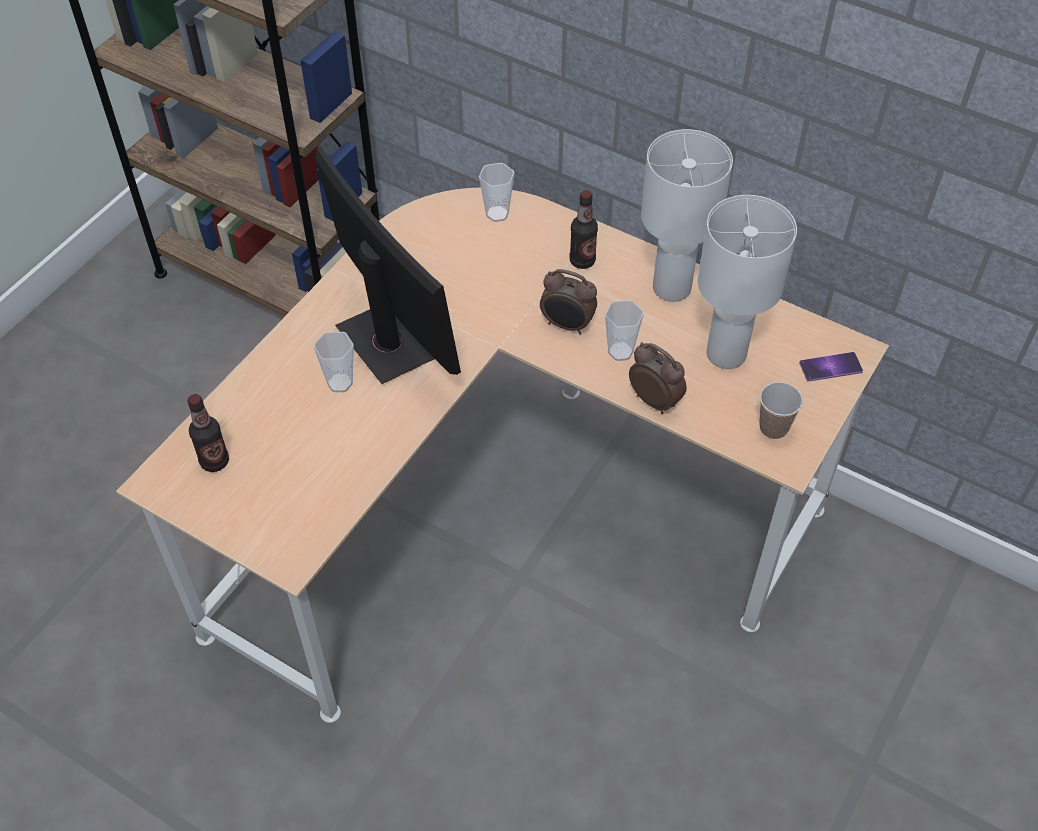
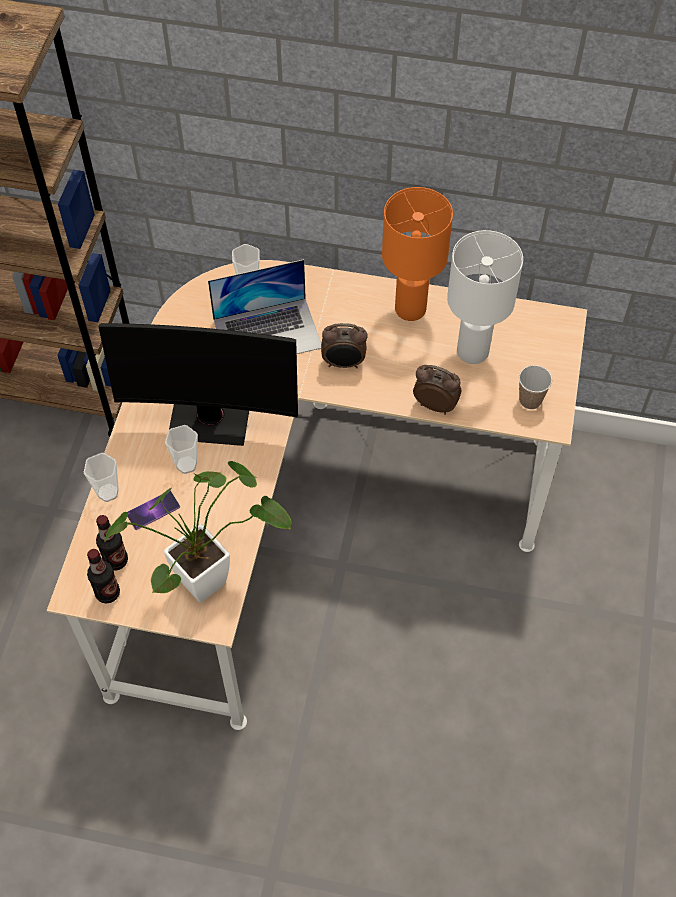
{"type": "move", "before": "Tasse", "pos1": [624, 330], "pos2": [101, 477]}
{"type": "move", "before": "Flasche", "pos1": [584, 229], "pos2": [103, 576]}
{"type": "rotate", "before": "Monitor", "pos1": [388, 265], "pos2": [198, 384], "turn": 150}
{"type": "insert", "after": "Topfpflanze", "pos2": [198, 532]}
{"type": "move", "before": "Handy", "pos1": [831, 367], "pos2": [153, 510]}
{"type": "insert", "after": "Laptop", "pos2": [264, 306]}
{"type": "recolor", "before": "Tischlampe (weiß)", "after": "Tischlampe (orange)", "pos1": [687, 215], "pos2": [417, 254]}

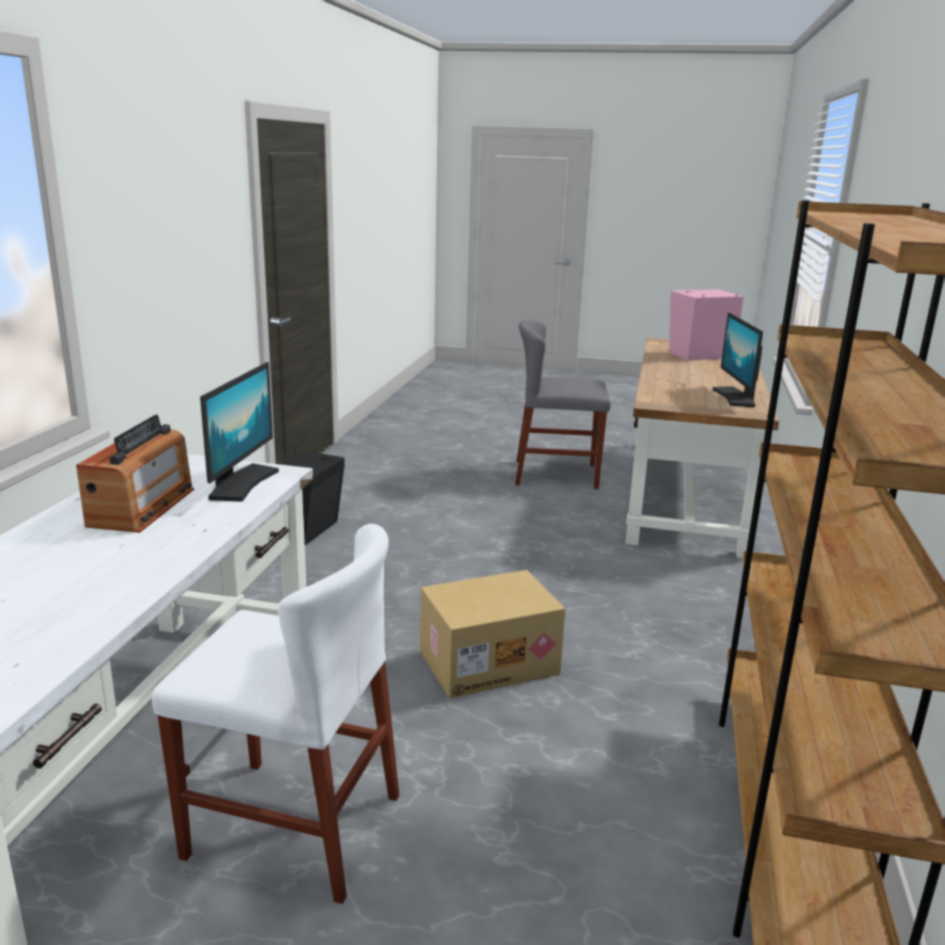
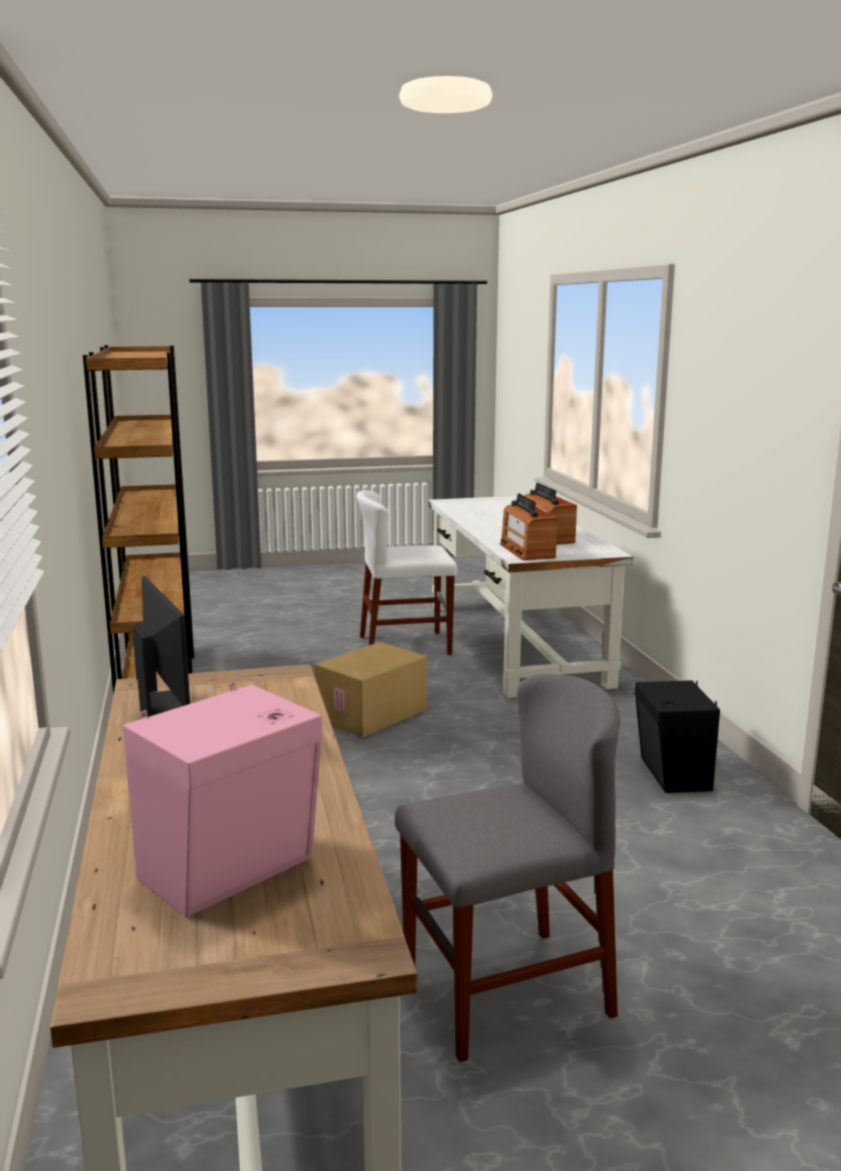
{"type": "replace", "before": "Monitor", "after": "Radio", "pos1": [239, 432], "pos2": [528, 526]}

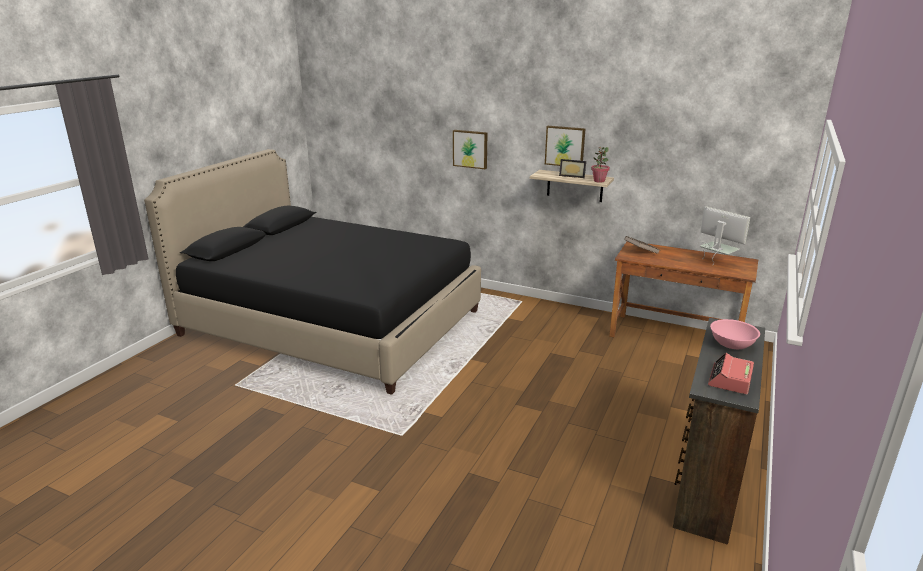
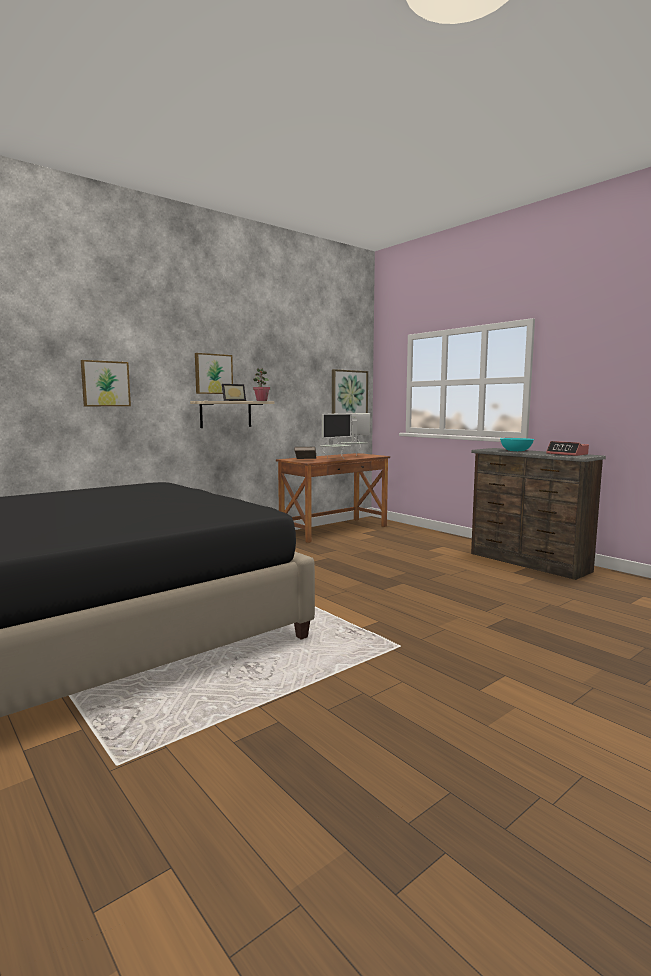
{"type": "insert", "after": "Monitor", "pos2": [335, 436]}
{"type": "insert", "after": "Bild", "pos2": [350, 391]}
{"type": "recolor", "before": "Schüssel (rosa)", "after": "Schüssel (türkis)", "pos1": [735, 334], "pos2": [517, 444]}

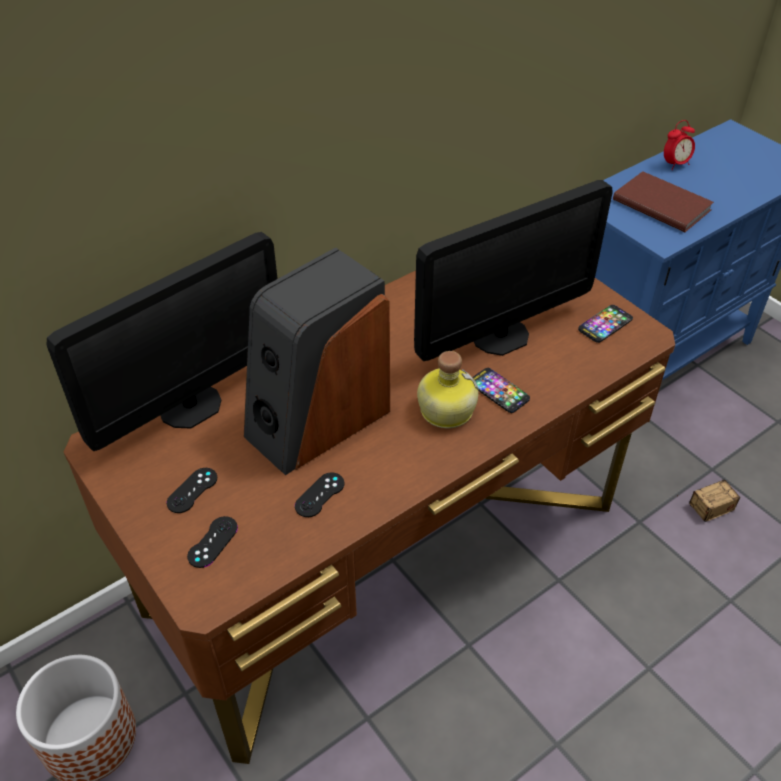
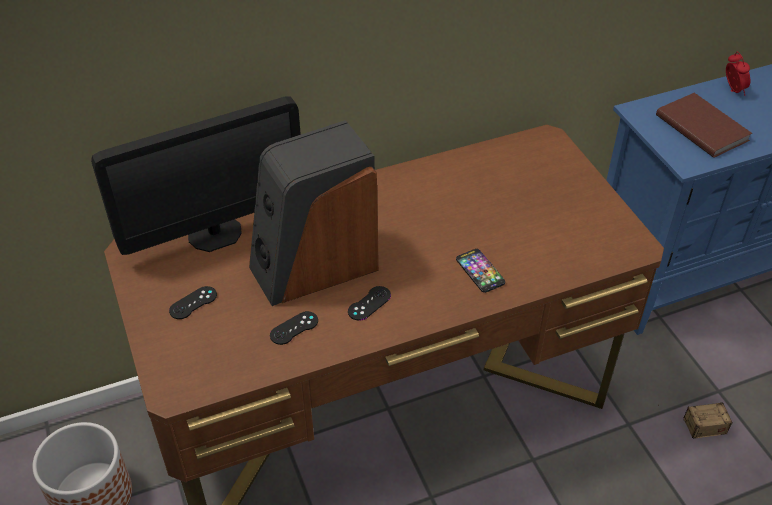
{"type": "move", "before": "Gamepad (schwarz)", "pos1": [212, 542], "pos2": [369, 303]}
{"type": "rotate", "before": "Wecker", "pos1": [679, 145], "pos2": [738, 74], "turn": -90}
{"type": "delete", "before": "Monitor", "pos1": [513, 270]}
{"type": "delete", "before": "Flasche", "pos1": [448, 389]}
{"type": "delete", "before": "Handy", "pos1": [605, 324]}

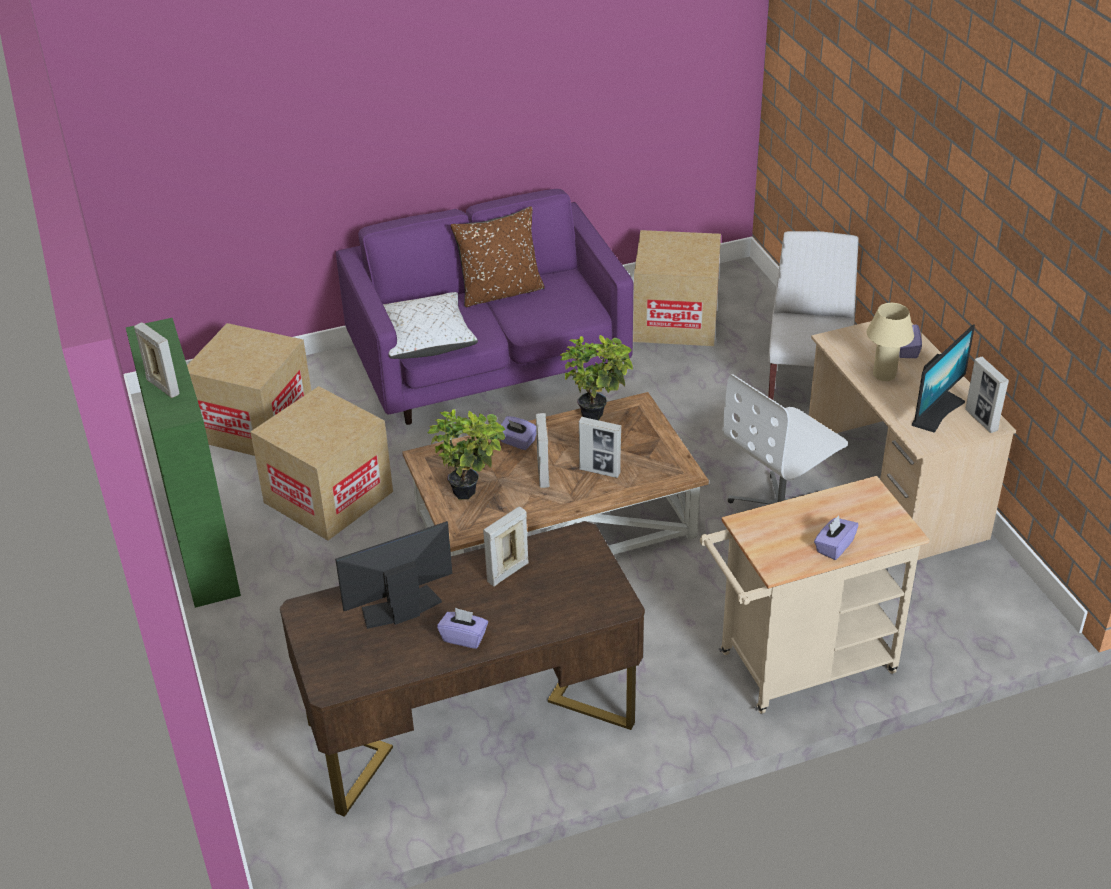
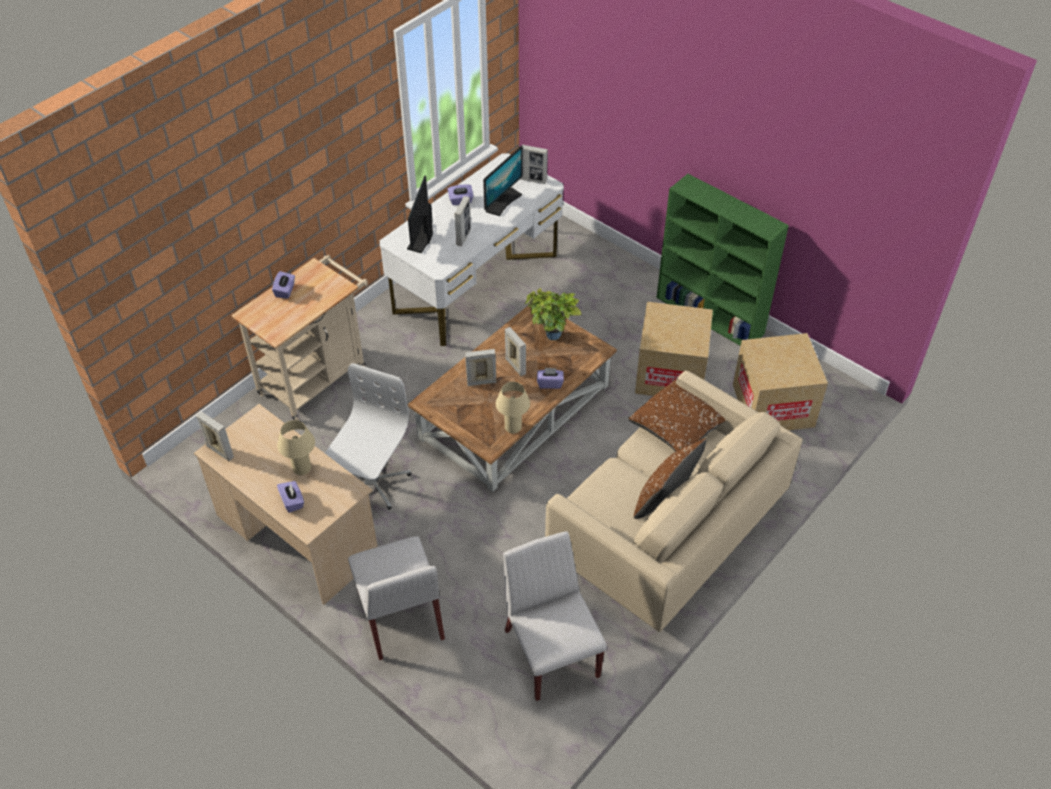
{"type": "recolor", "before": "Schreibtisch (braun)", "after": "Schreibtisch (weiß)", "pos1": [462, 669], "pos2": [472, 249]}
{"type": "move", "before": "Monitor", "pos1": [943, 378], "pos2": [420, 214]}
{"type": "replace", "before": "Topfpflanze", "after": "Tischlampe (beige)", "pos1": [596, 377], "pos2": [513, 407]}
{"type": "replace", "before": "Karton", "after": "Stuhl (weiß)", "pos1": [677, 288], "pos2": [555, 616]}
{"type": "move", "before": "Bilderrahmen", "pos1": [156, 360], "pos2": [534, 164]}
{"type": "recolor", "before": "Sofa (lila)", "after": "Sofa (beige)", "pos1": [484, 307], "pos2": [674, 501]}
{"type": "recolor", "before": "Kissen (weiß)", "after": "Kissen (braun)", "pos1": [430, 325], "pos2": [676, 416]}

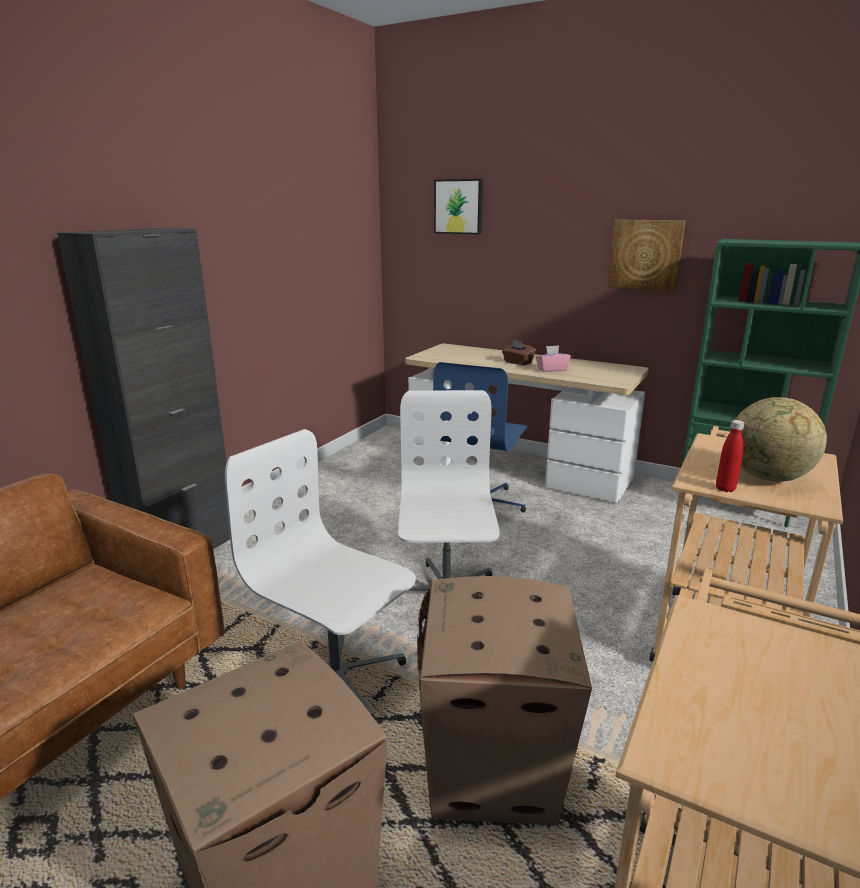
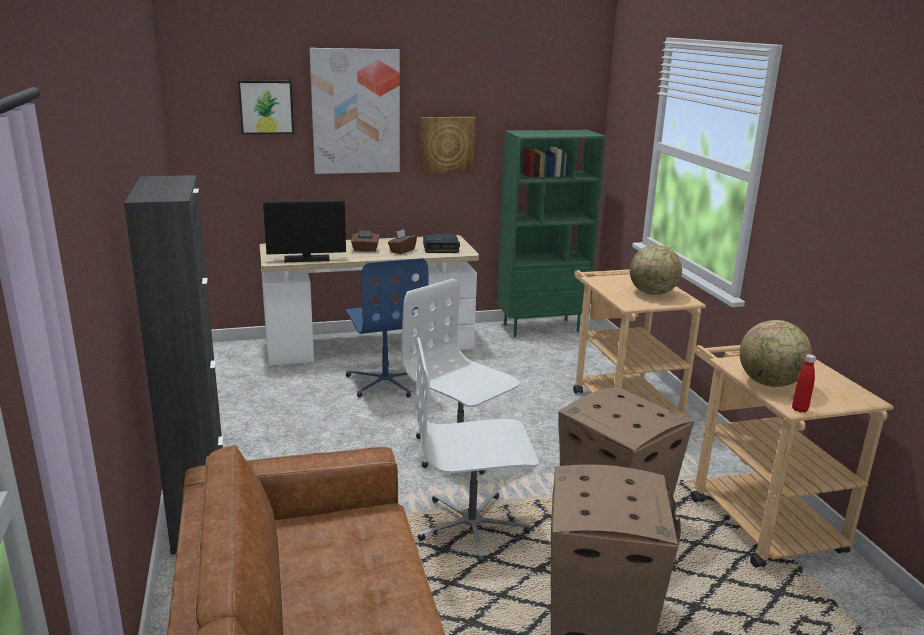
{"type": "insert", "after": "Monitor", "pos2": [304, 231]}
{"type": "insert", "after": "Bild", "pos2": [354, 111]}
{"type": "recolor", "before": "Taschentuchbox (rosa)", "after": "Taschentuchbox (braun)", "pos1": [553, 358], "pos2": [402, 241]}
{"type": "insert", "after": "Wecker", "pos2": [441, 243]}
{"type": "insert", "after": "Globus", "pos2": [775, 353]}
{"type": "move", "before": "Flasche (rot)", "pos1": [730, 456], "pos2": [804, 383]}

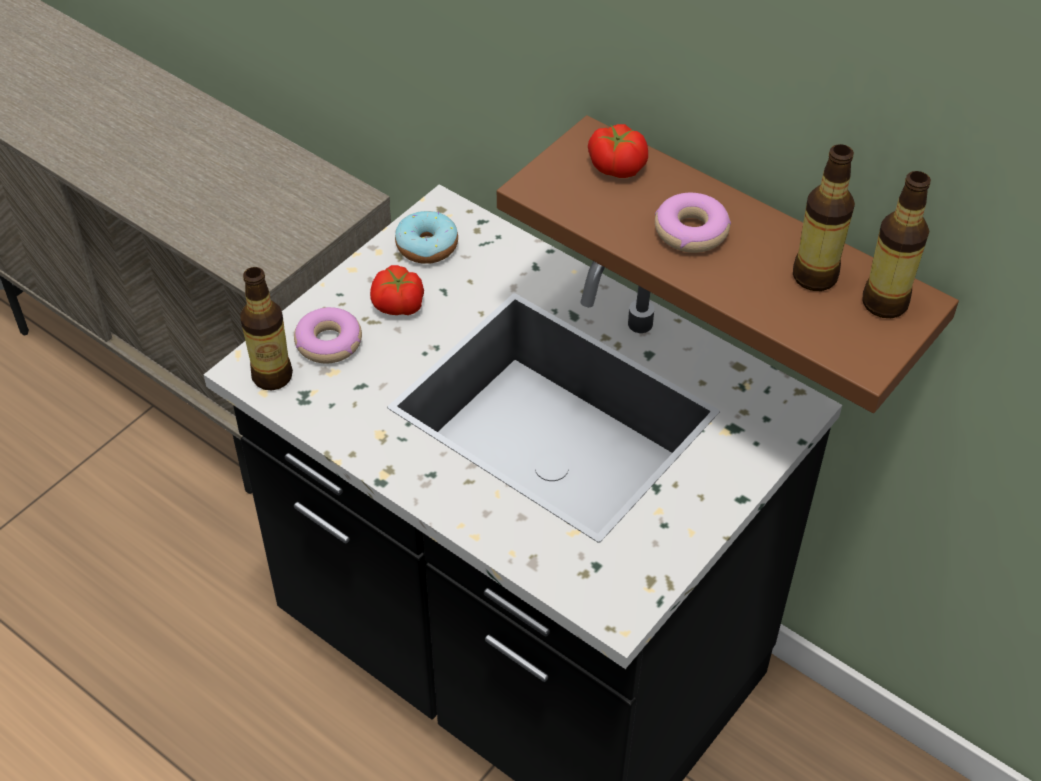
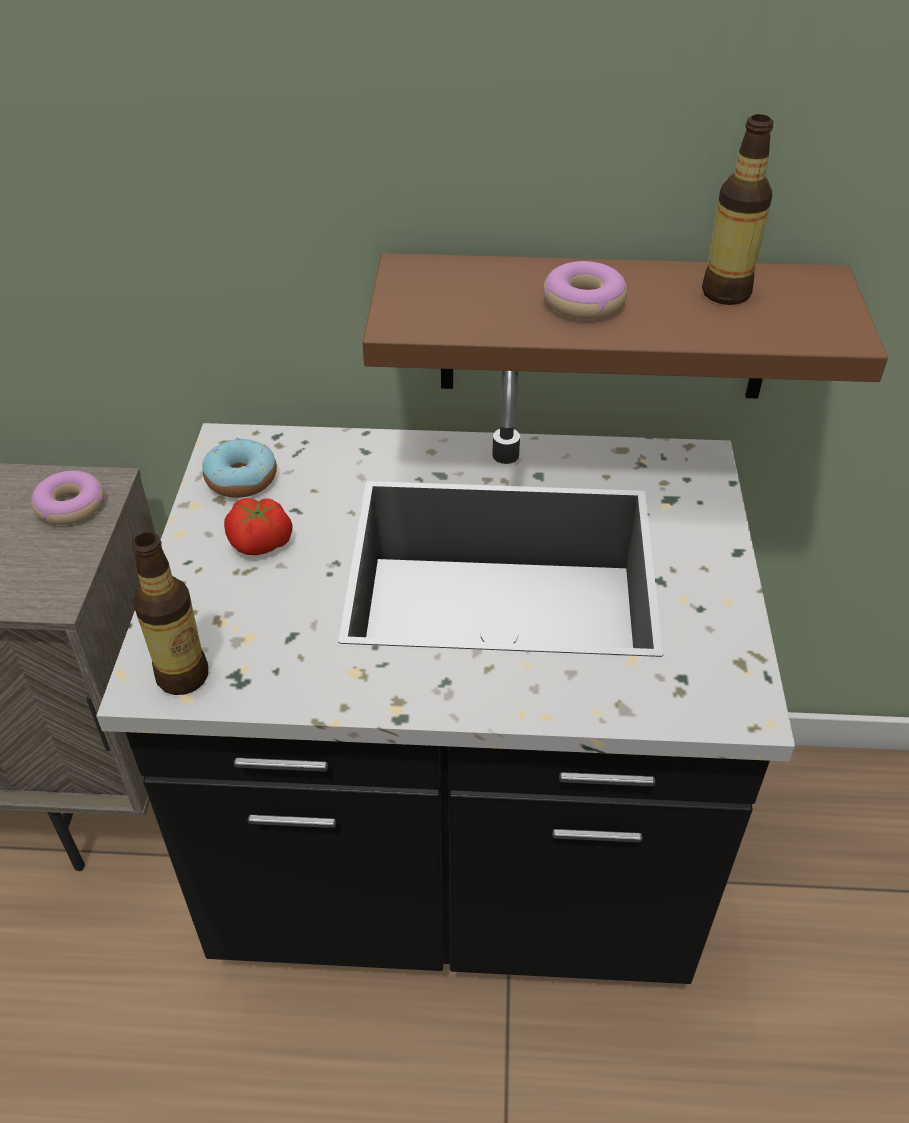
{"type": "move", "before": "Donut", "pos1": [328, 335], "pos2": [67, 498]}
{"type": "delete", "before": "Tomate", "pos1": [618, 151]}
{"type": "delete", "before": "Flasche", "pos1": [896, 244]}

